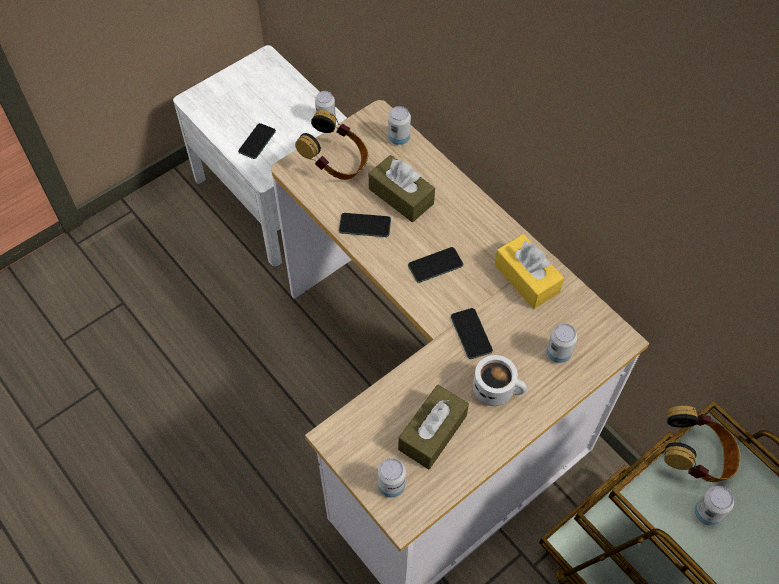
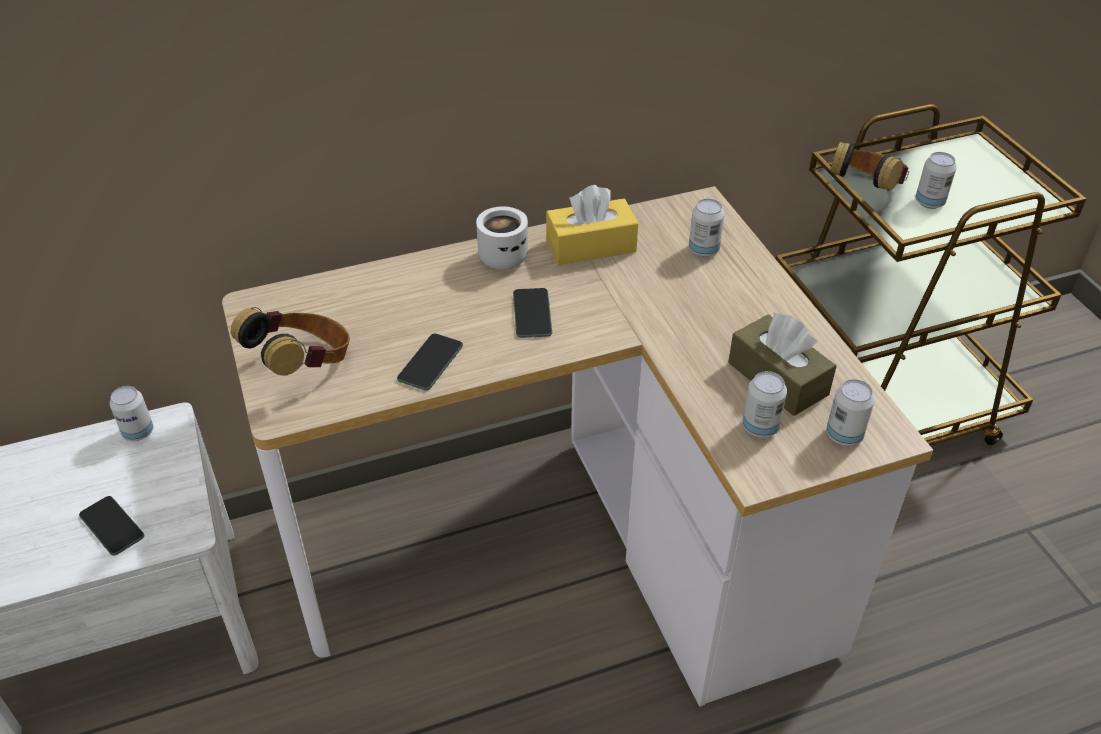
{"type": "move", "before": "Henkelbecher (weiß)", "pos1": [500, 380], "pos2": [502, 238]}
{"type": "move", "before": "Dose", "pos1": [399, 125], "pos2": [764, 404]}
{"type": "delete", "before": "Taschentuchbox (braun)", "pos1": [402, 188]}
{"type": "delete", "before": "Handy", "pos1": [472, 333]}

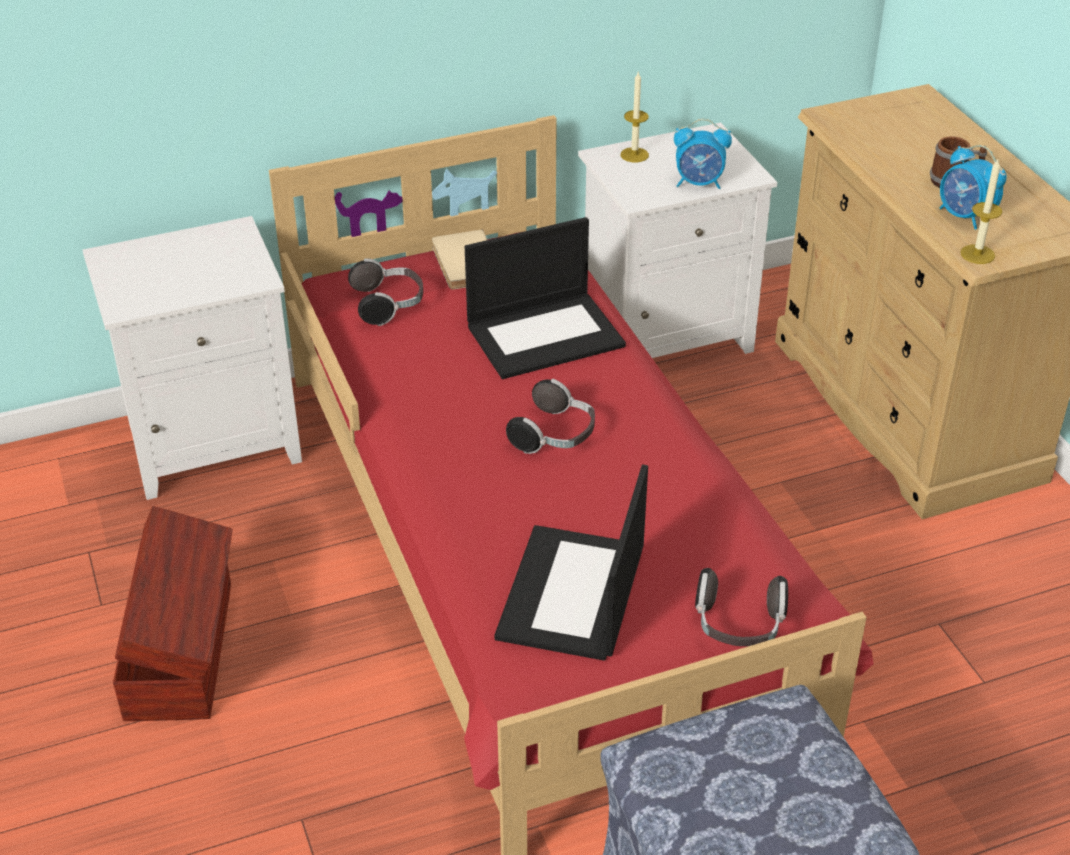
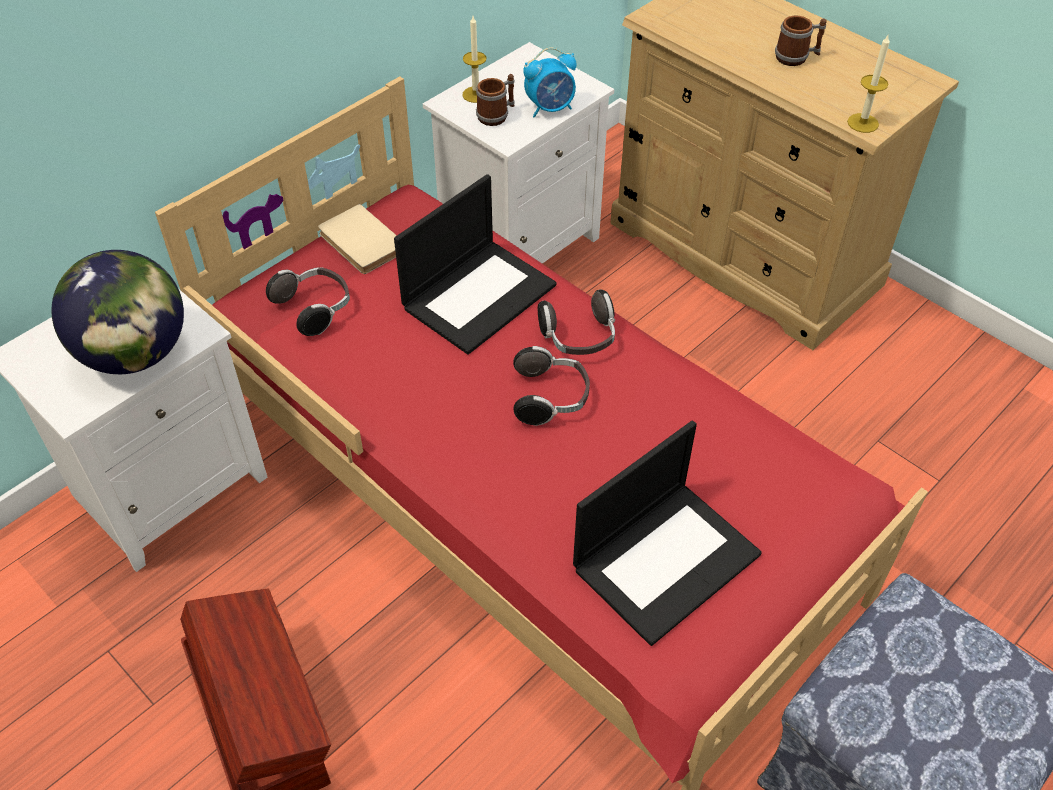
{"type": "insert", "after": "Globus", "pos2": [117, 312]}
{"type": "insert", "after": "Henkelbecher", "pos2": [495, 100]}
{"type": "move", "before": "Kopfhörer", "pos1": [741, 607], "pos2": [576, 322]}
{"type": "rotate", "before": "Laptop", "pos1": [571, 562], "pos2": [667, 533], "turn": -120}
{"type": "delete", "before": "Wecker", "pos1": [973, 187]}

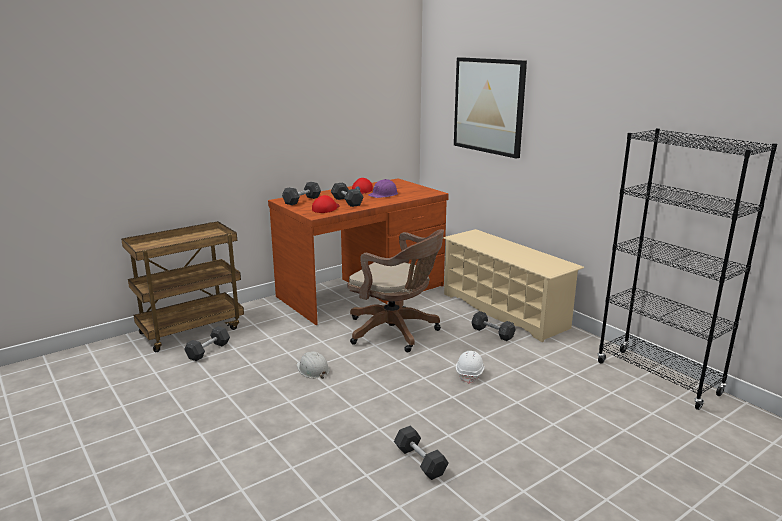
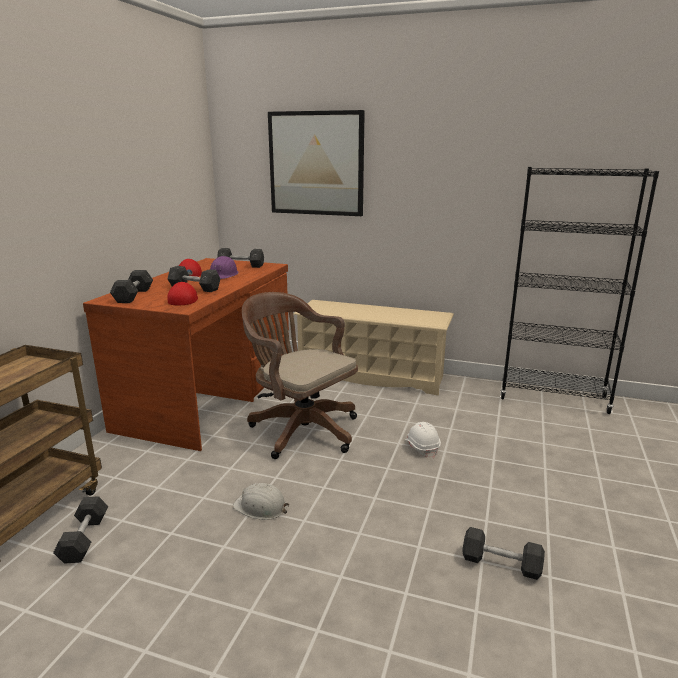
{"type": "move", "before": "Hantel (grau)", "pos1": [493, 326], "pos2": [240, 258]}
{"type": "rotate", "before": "Bürostuhl (braun)", "pos1": [396, 290], "pos2": [300, 375], "turn": -135}

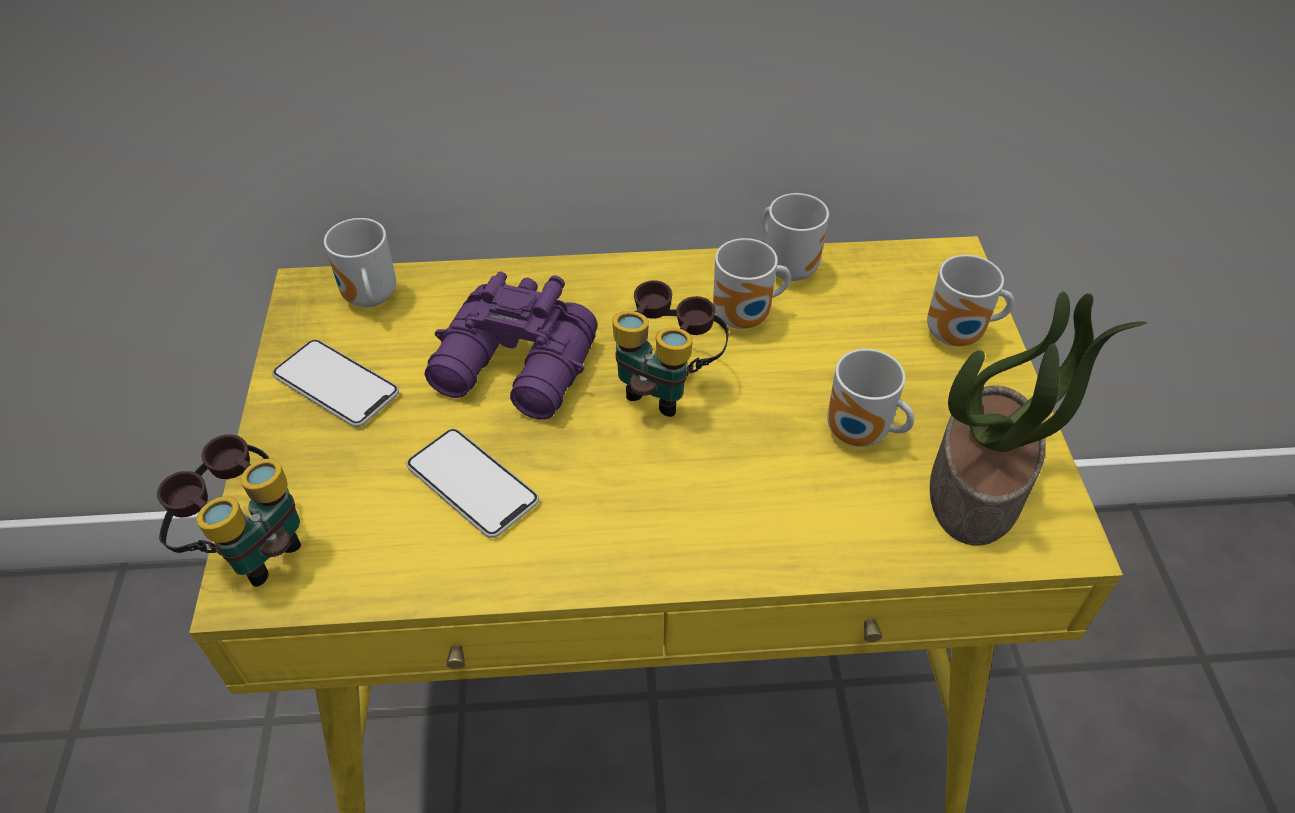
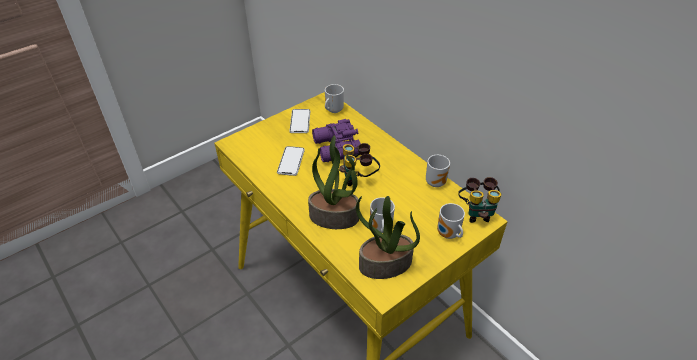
{"type": "insert", "after": "Topfpflanze", "pos2": [334, 182]}
{"type": "move", "before": "Fernglas", "pos1": [229, 510], "pos2": [479, 200]}
{"type": "delete", "before": "Henkelbecher", "pos1": [752, 283]}

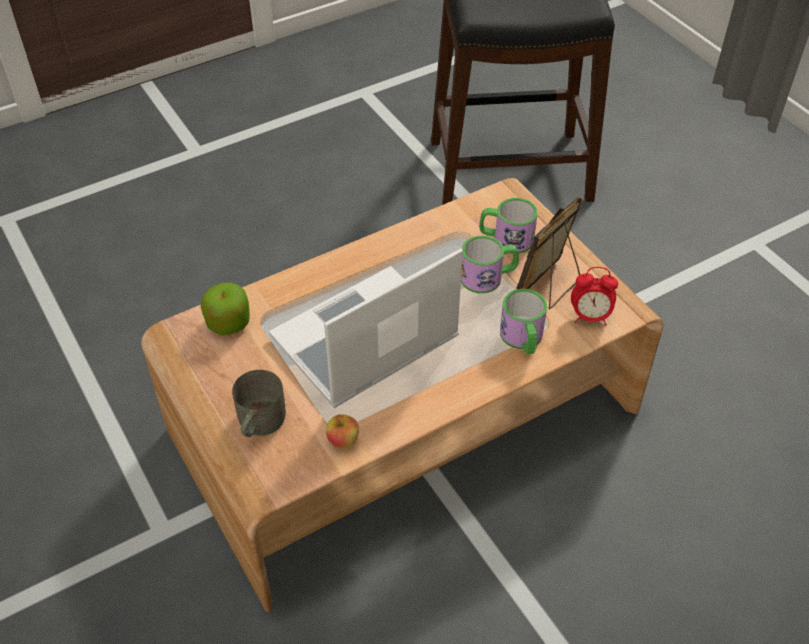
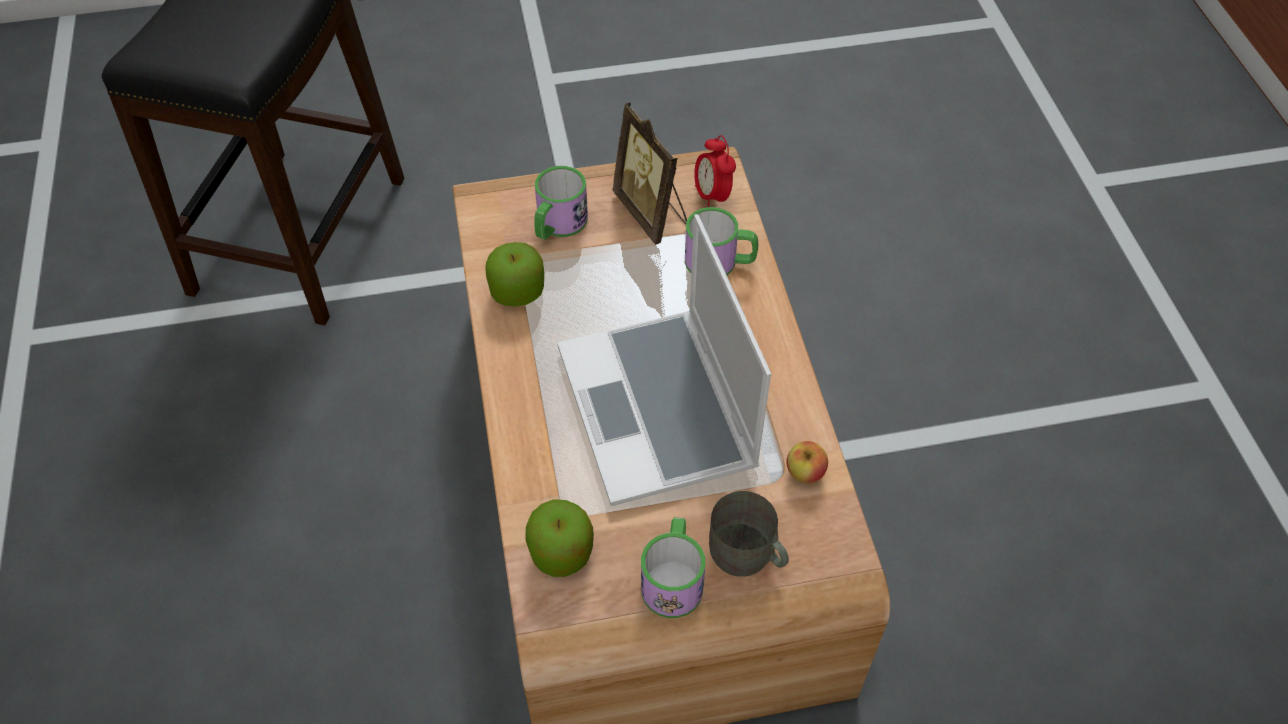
{"type": "insert", "after": "Apfel", "pos2": [514, 274]}
{"type": "move", "before": "Henkelbecher", "pos1": [490, 265], "pos2": [673, 567]}
{"type": "rotate", "before": "Wecker", "pos1": [594, 296], "pos2": [715, 171], "turn": 135}

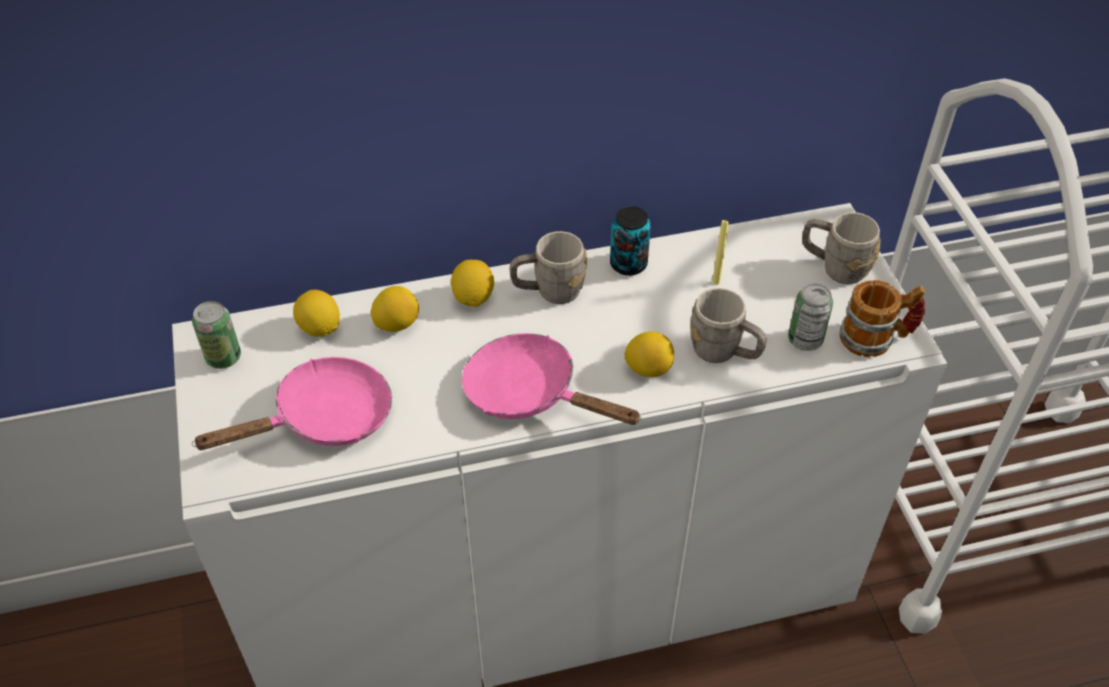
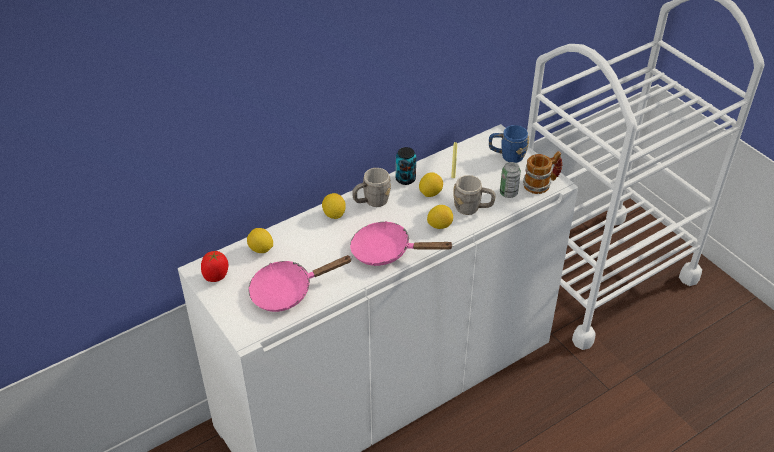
{"type": "replace", "before": "Dose", "after": "Tomate", "pos1": [216, 335], "pos2": [214, 266]}
{"type": "rotate", "before": "Pfanne (rosa)", "pos1": [292, 403], "pos2": [300, 283], "turn": -150}
{"type": "move", "before": "Zitrone", "pos1": [395, 309], "pos2": [431, 184]}
{"type": "recolor", "before": "Henkelbecher (grau)", "after": "Henkelbecher (blau)", "pos1": [841, 248], "pos2": [509, 144]}

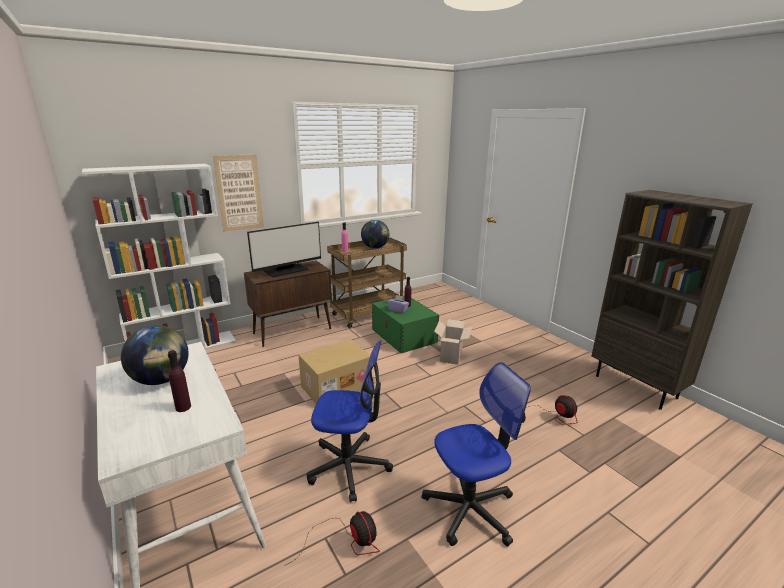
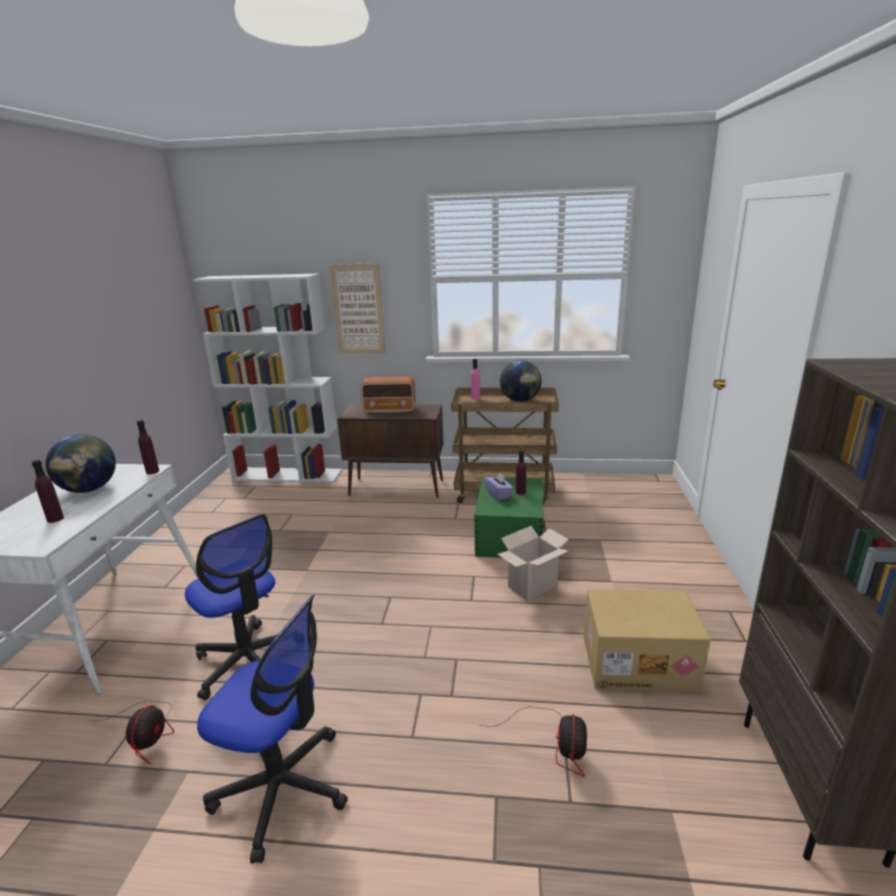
{"type": "insert", "after": "Flasche (lila)", "pos2": [148, 447]}
{"type": "replace", "before": "Monitor", "after": "Radio", "pos1": [284, 249], "pos2": [387, 395]}
{"type": "move", "before": "Karton", "pos1": [335, 371], "pos2": [647, 640]}

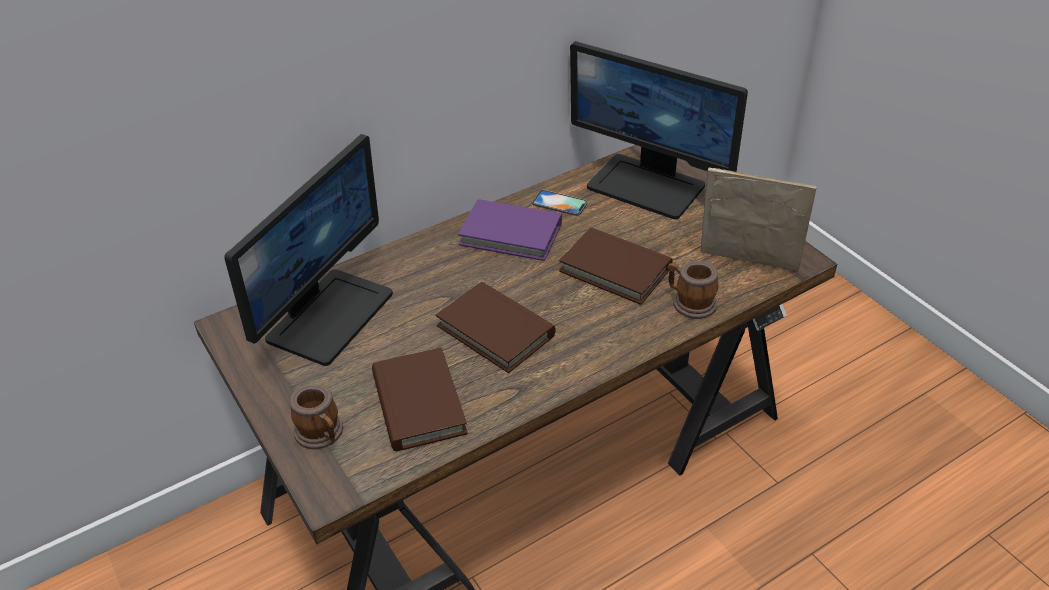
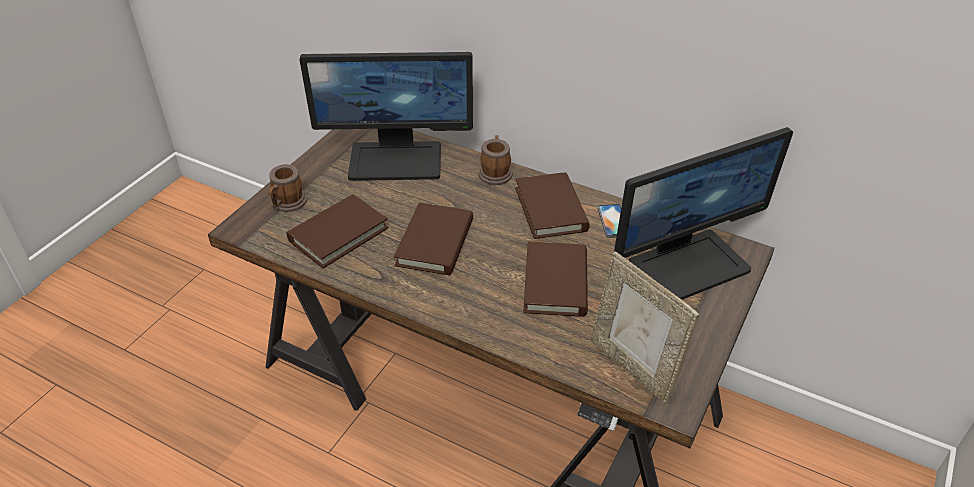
{"type": "move", "before": "Henkelbecher", "pos1": [693, 290], "pos2": [495, 160]}
{"type": "recolor", "before": "Buch (lila)", "after": "Buch (braun)", "pos1": [510, 230], "pos2": [552, 205]}
{"type": "rotate", "before": "Bilderrahmen", "pos1": [758, 219], "pos2": [645, 327], "turn": 150}
{"type": "rotate", "before": "Monitor", "pos1": [659, 130], "pos2": [703, 213], "turn": -120}

